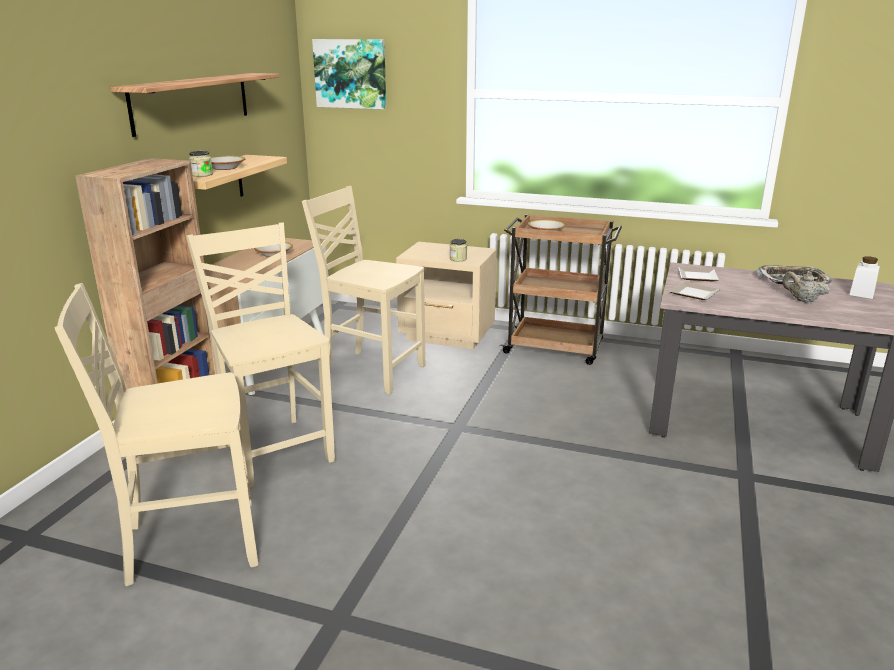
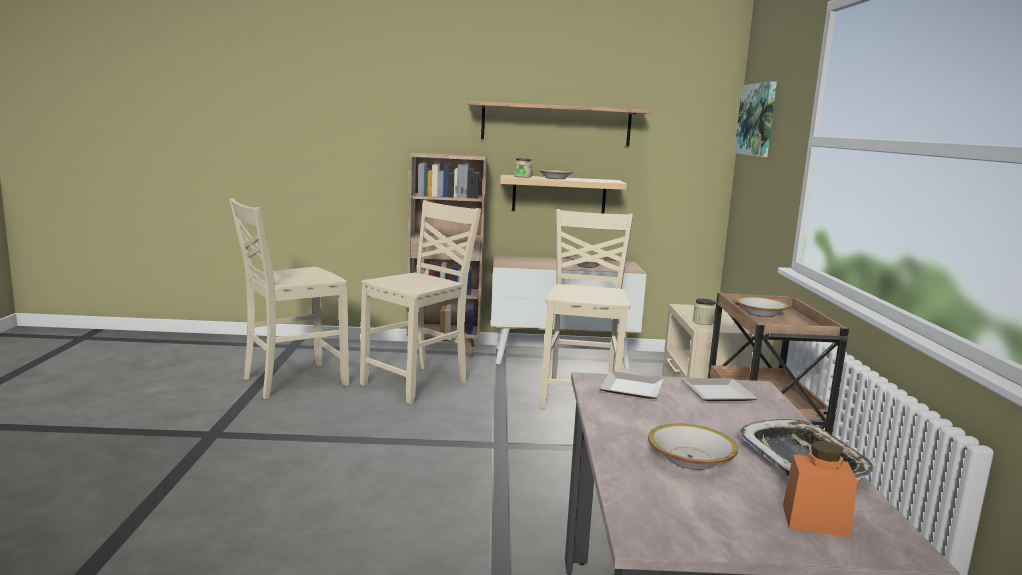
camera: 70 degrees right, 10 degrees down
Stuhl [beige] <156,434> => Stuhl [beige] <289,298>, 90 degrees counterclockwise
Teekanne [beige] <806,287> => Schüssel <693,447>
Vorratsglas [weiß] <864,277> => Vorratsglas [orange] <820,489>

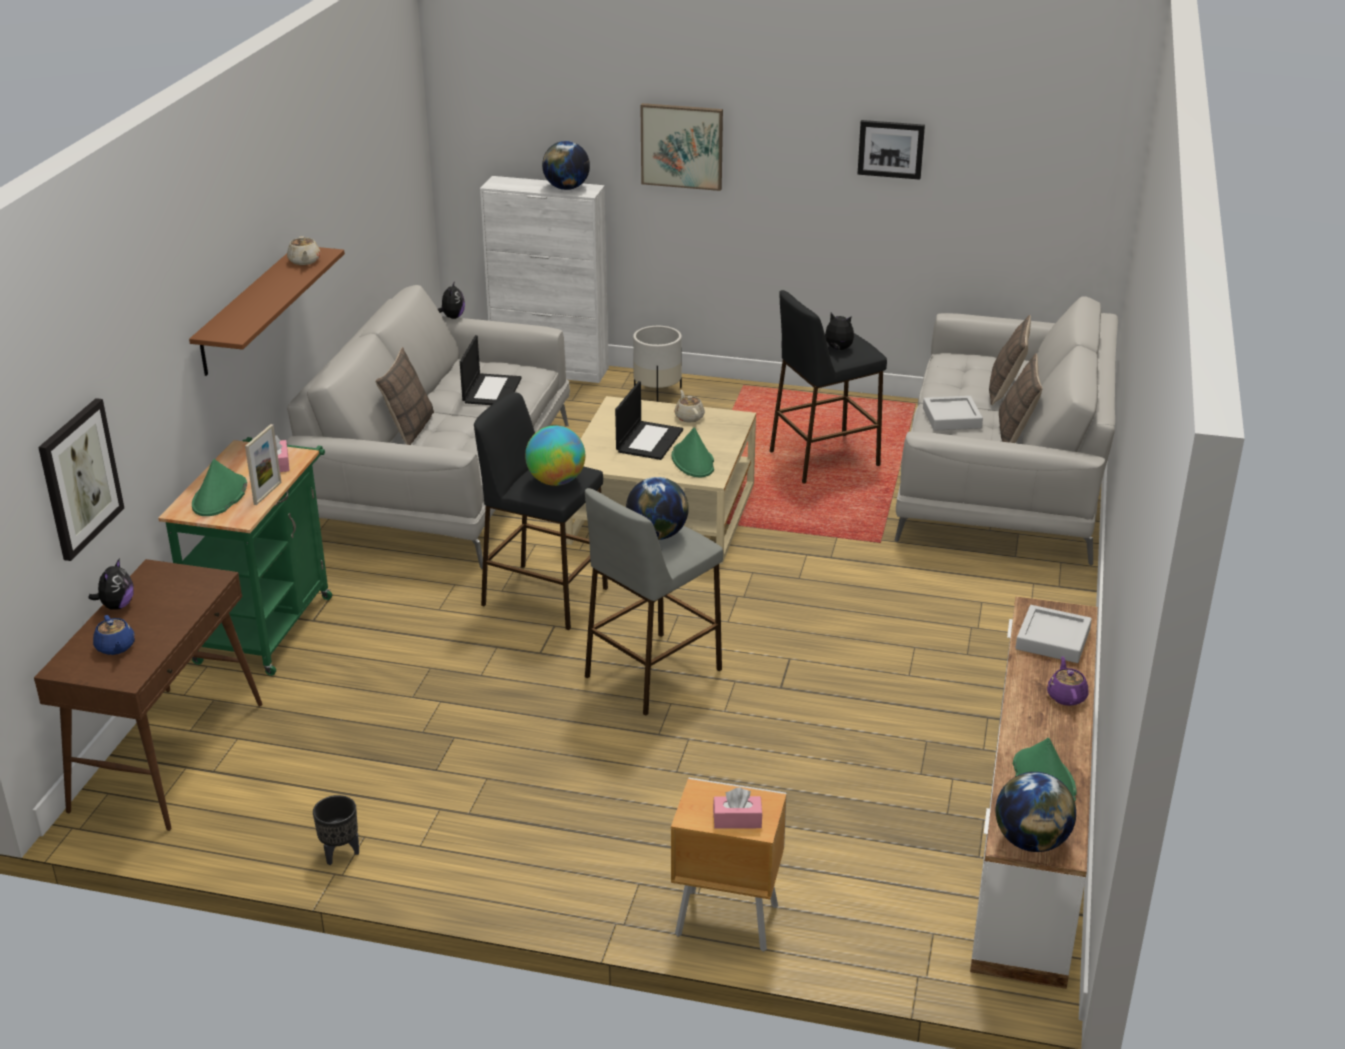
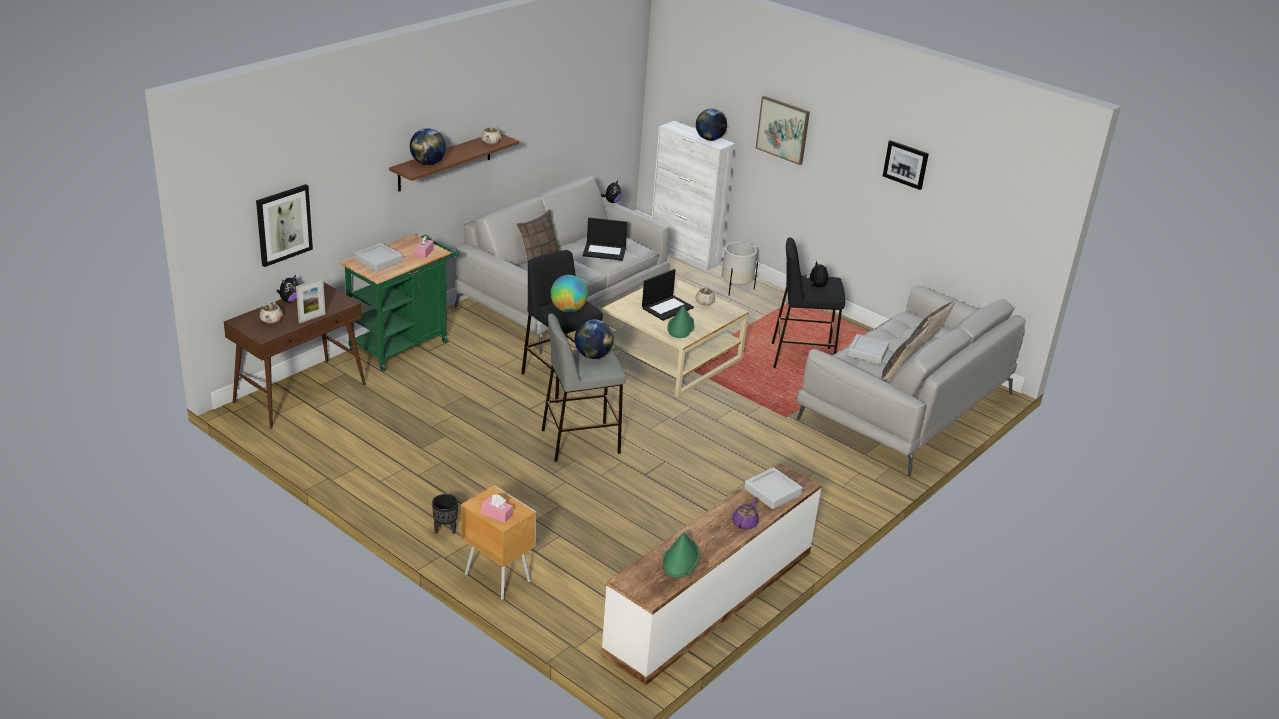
camera: 25 degrees right, 0 degrees up
Teekanne [blau] <114,635> => Teekanne [beige] <271,313>
Hut [grün] <219,487> => Tablett [grau] <378,257>
Bilderrahmen <263,464> => Bilderrahmen <311,300>, relocated
Pflanzkübel [schwarz] <336,830> => Pflanzkübel [schwarz] <445,514>, relocated
Laptop <491,370> => Laptop <605,239>, 60 degrees clockwise
Globus <1035,812> => Globus <428,146>, relocated

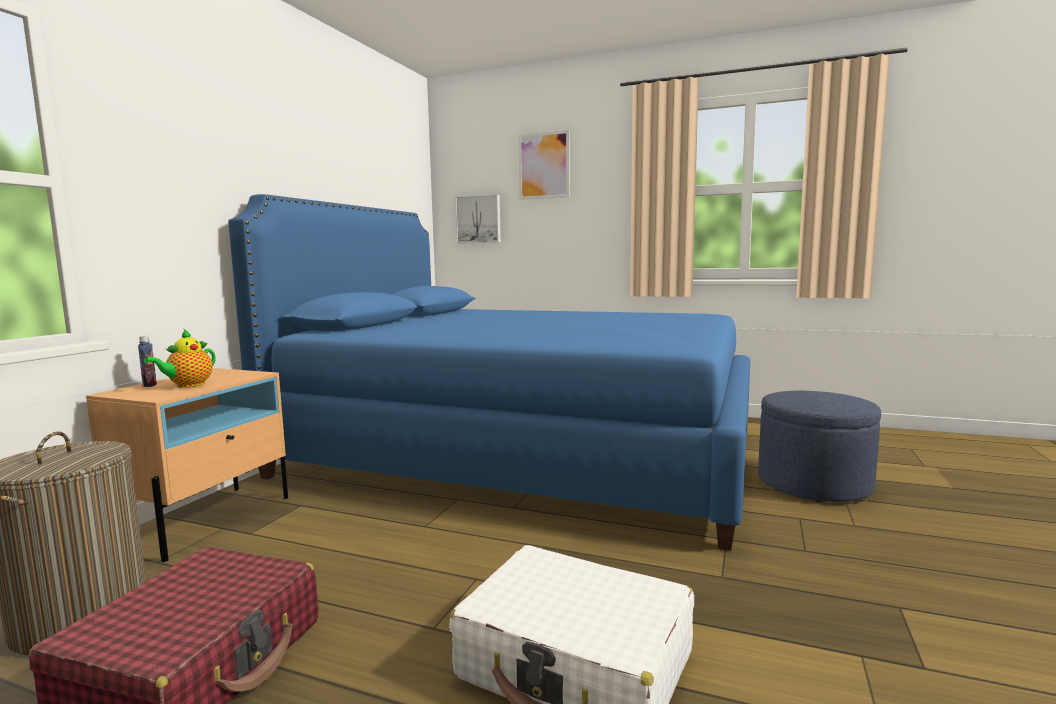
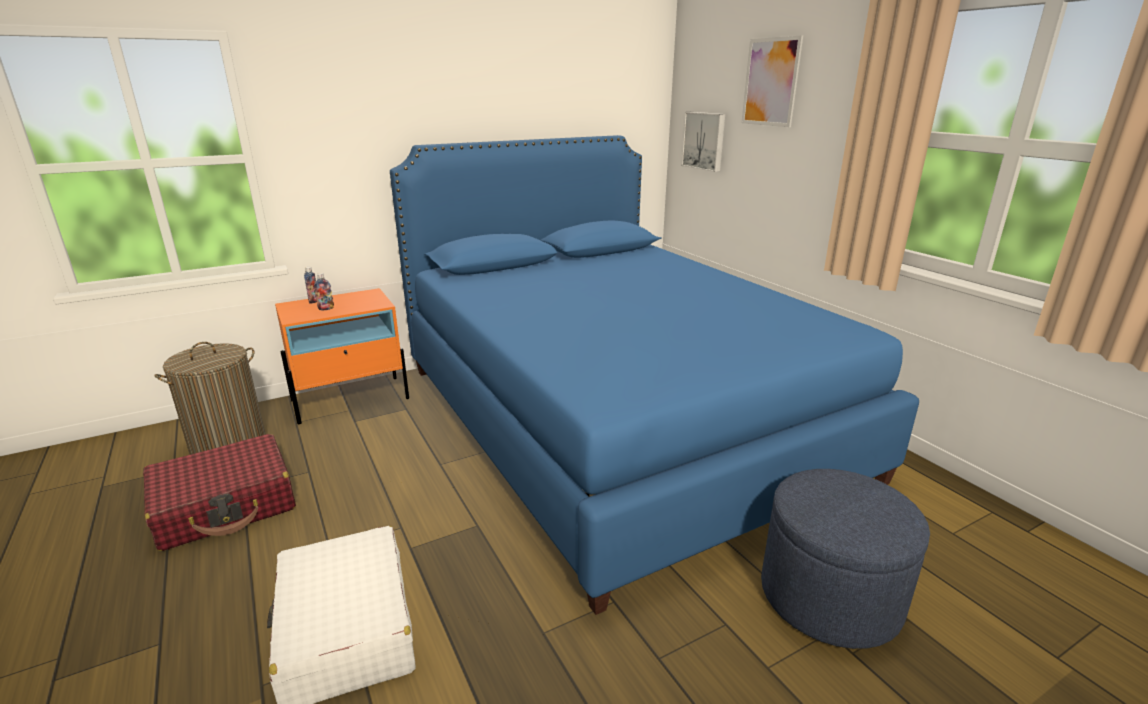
camera: 40 degrees right, 15 degrees up
Nachttisch [beige] <187,465> => Nachttisch [orange] <342,356>
Teekanne <180,358> => Flasche <324,291>

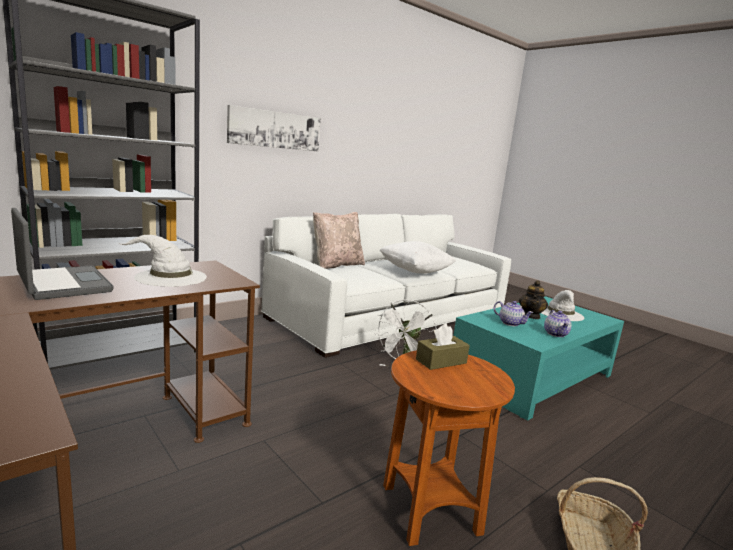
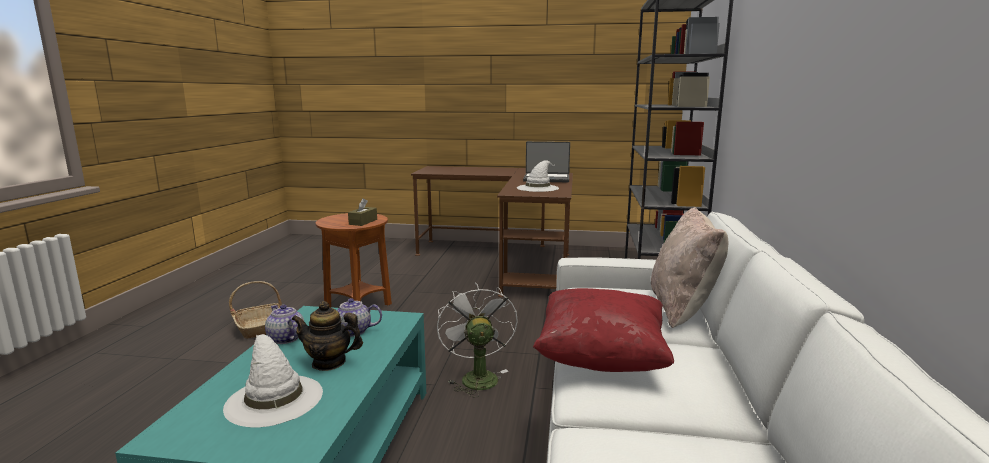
camera: 140 degrees right, 0 degrees up
Bild <274,128> => nothing
Kissen [weiß] <417,257> => Kissen [rot] <603,330>
Teekanne <533,299> => Teekanne <327,336>, 60 degrees counterclockwise

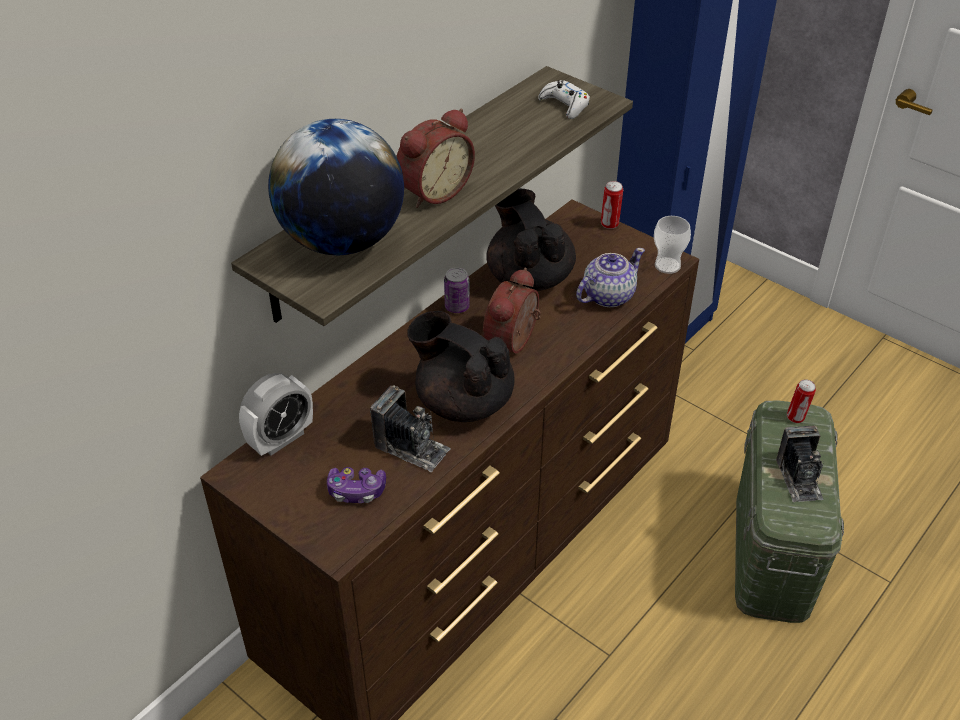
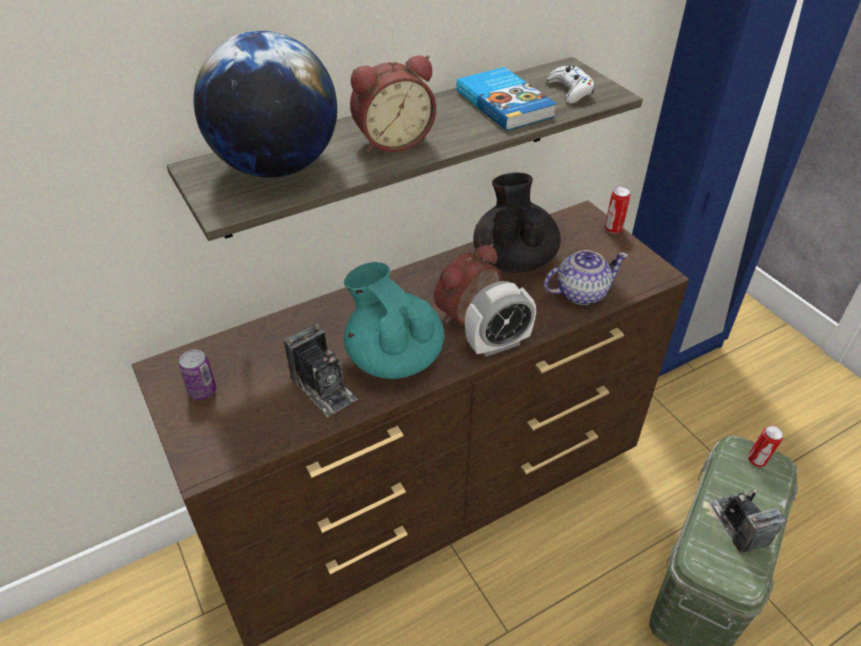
camera: 20 degrees right, 0 degrees up
Wecker <276,414> => Wecker <500,319>, relocated
Gamepad <356,485> => nothing
Teekanne [schwarz] <461,366> => Teekanne [türkis] <394,320>
Dose <457,290> => Dose <197,375>, relocated
Tasse <672,245> => nothing
Kamera <800,464> => Kamera <747,519>, 150 degrees clockwise
nothing => Buch <506,99>

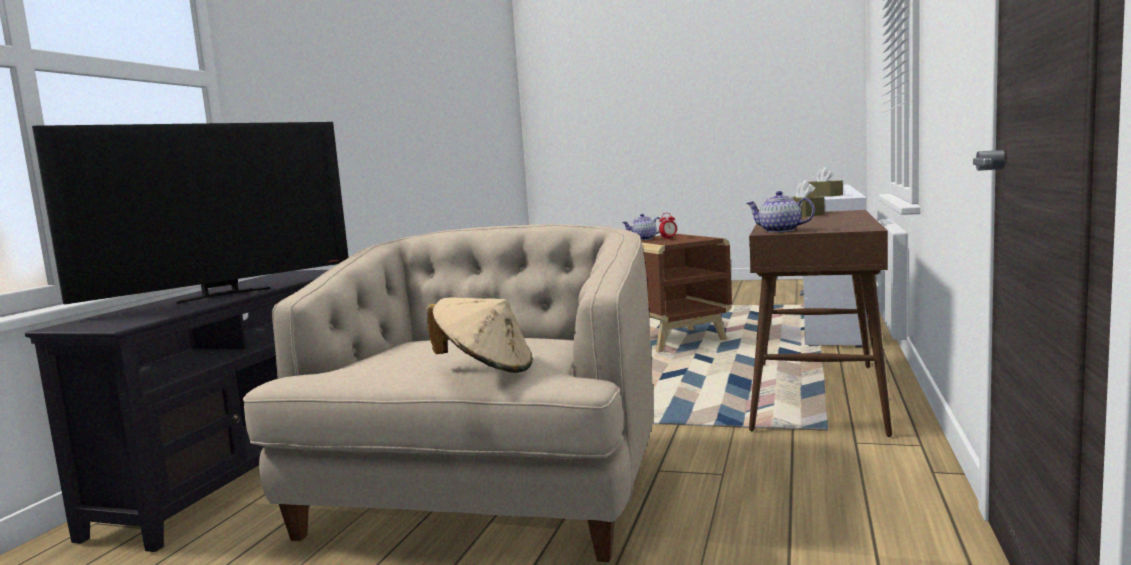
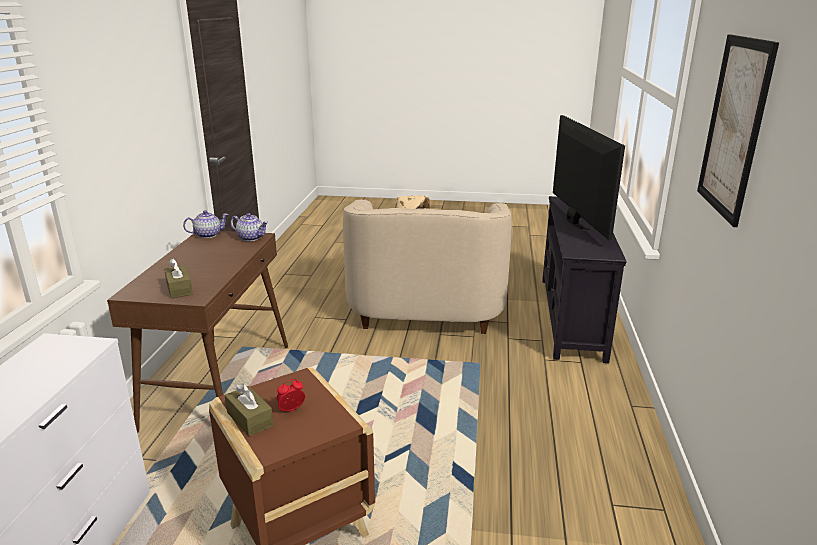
camera: 170 degrees right, 15 degrees up
Fernseher <190,213> => Fernseher <589,177>, 135 degrees clockwise
Teekanne <642,227> => Teekanne <205,224>, relocated
Taschentuchbox [braun] <825,182> => Taschentuchbox [braun] <249,410>, relocated
nothing => Bild <738,131>

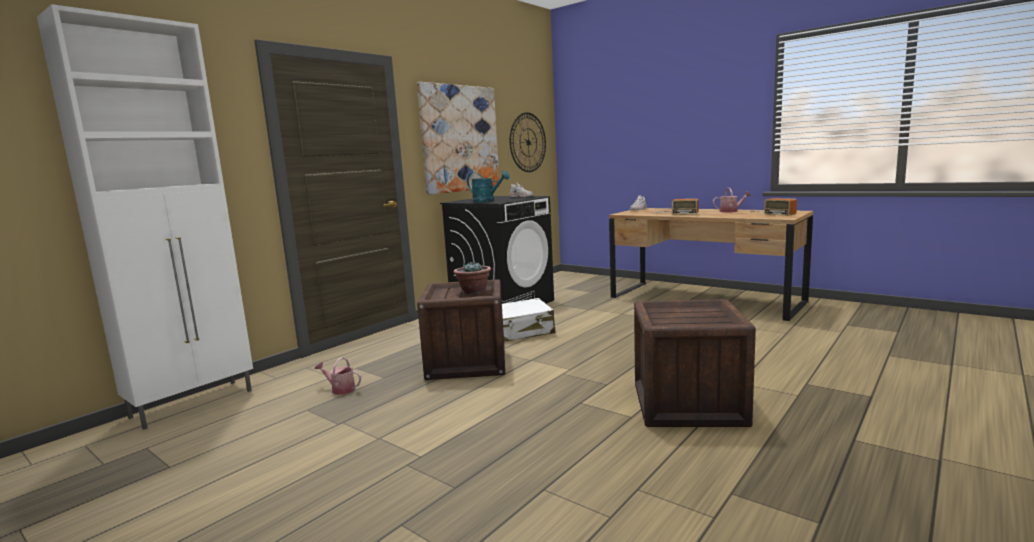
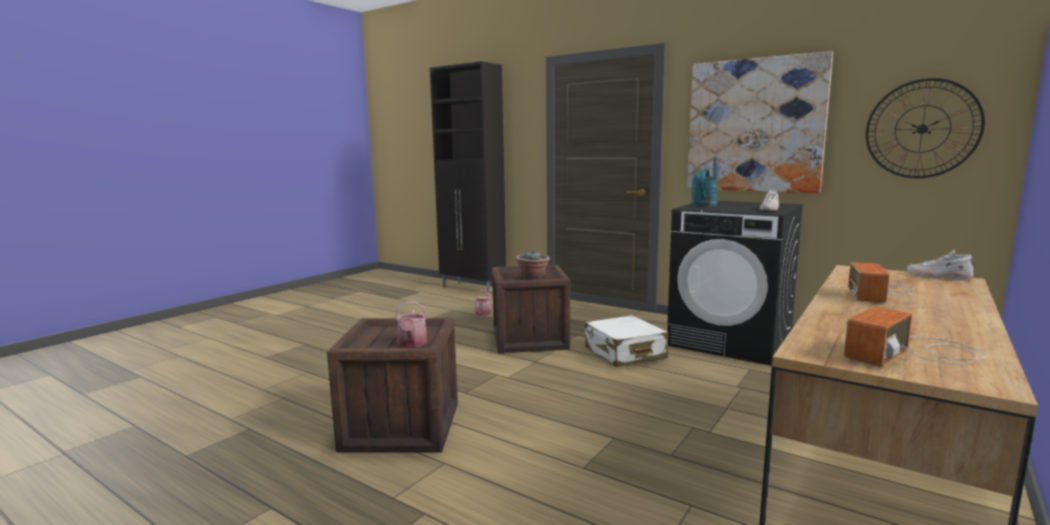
camera: 85 degrees right, 0 degrees up
Schrank [weiß] <145,217> => Schrank [schwarz] <468,175>
Gießkanne <732,200> => Gießkanne <411,324>, relocated

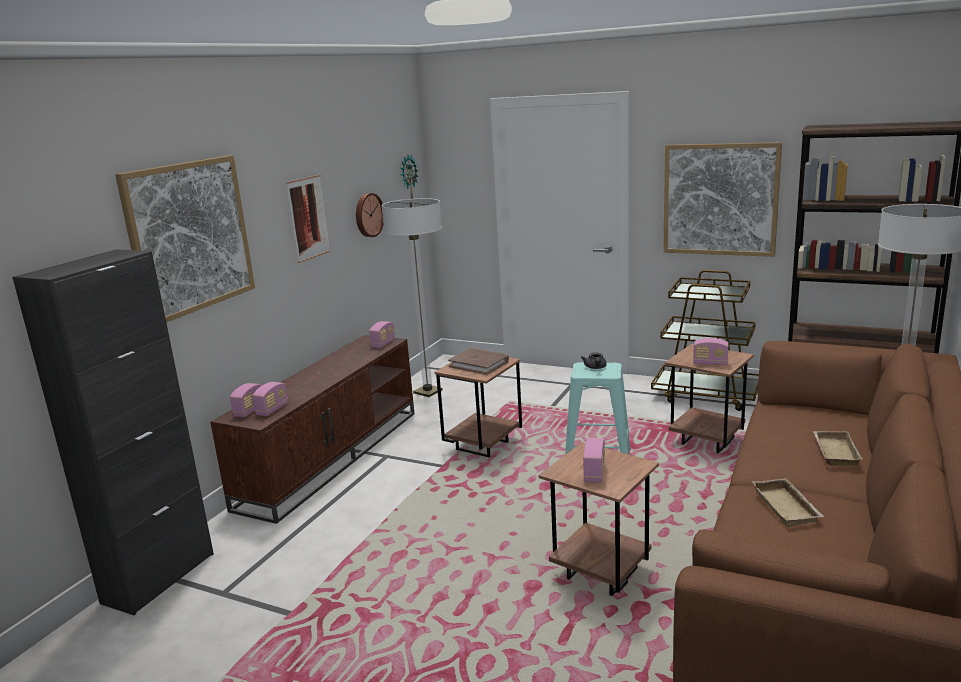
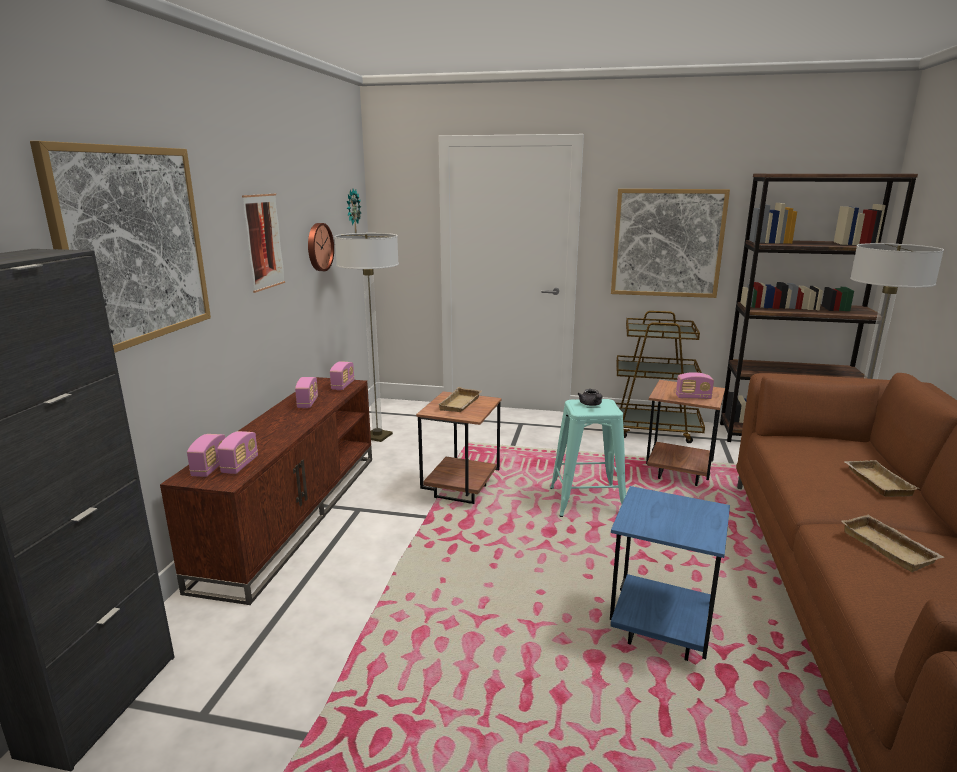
camera: 15 degrees left, 0 degrees up
Buch [braun] <478,361> => Tablett [beige] <459,399>
Beistelltisch [braun] <599,519> => Beistelltisch [blau] <670,573>
Radio <594,460> => Radio <306,392>, relocated

